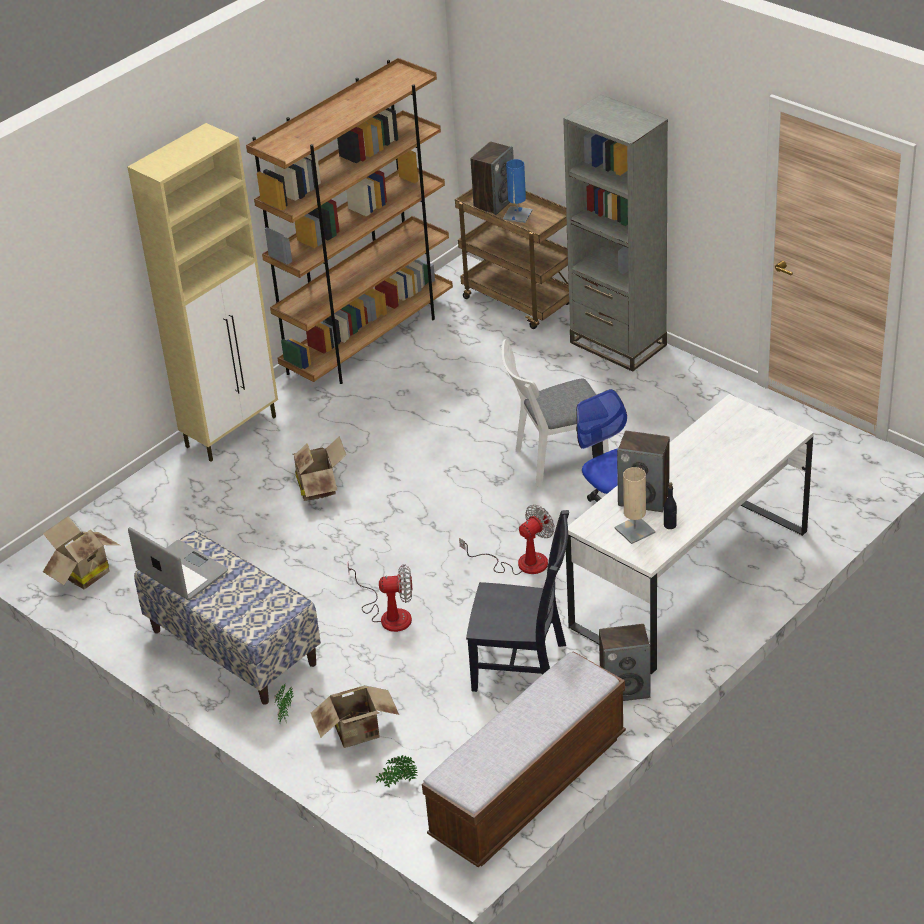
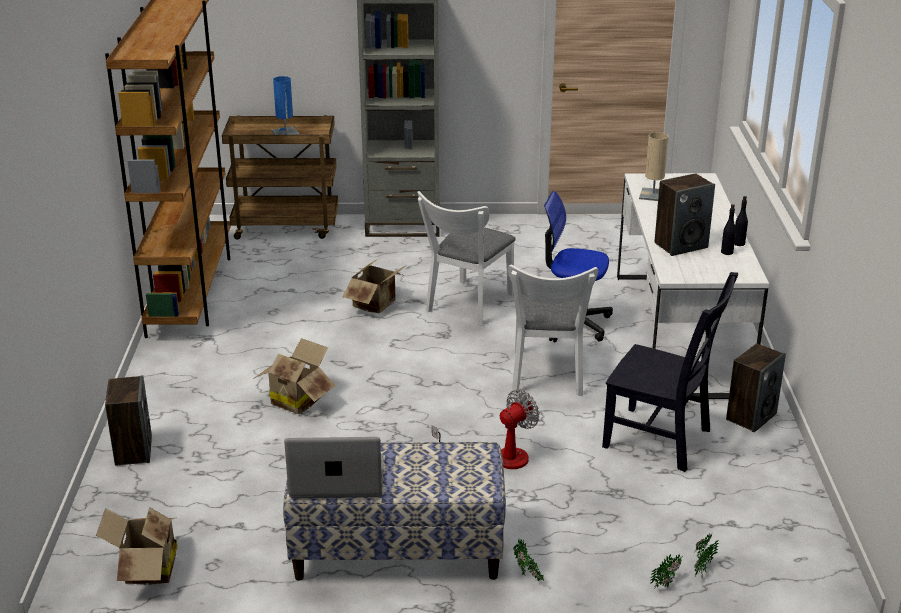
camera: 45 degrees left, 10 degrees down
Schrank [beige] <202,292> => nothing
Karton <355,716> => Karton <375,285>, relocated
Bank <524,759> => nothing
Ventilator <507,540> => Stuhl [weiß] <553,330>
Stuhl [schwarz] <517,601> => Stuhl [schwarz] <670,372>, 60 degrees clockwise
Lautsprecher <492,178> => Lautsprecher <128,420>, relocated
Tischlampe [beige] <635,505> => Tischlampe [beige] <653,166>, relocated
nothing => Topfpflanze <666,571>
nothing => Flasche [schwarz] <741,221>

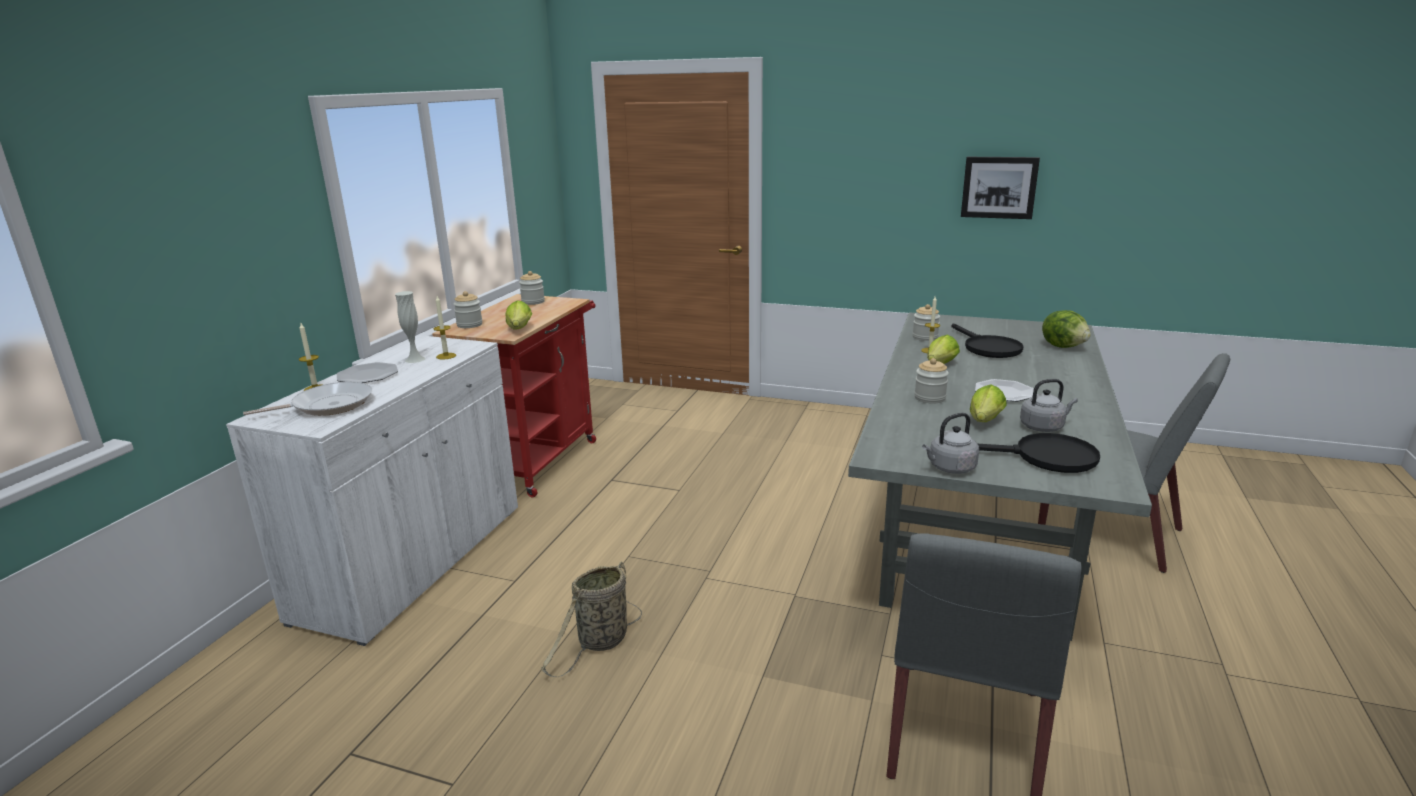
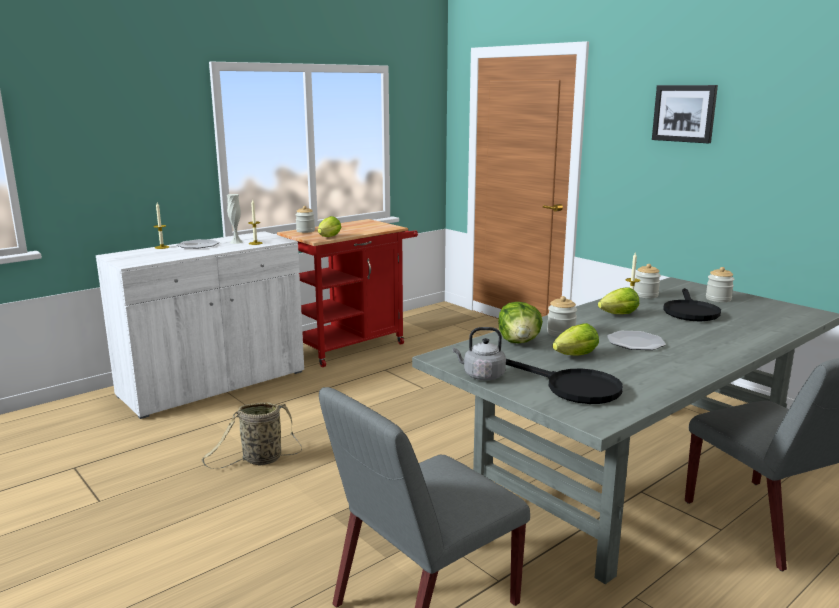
camera: 30 degrees right, 5 degrees down
Pfanne <307,399> => nothing
Vorratsglas <532,288> => Vorratsglas <720,284>, relocated
Bild <1000,188> => Bild <685,114>, relocated
Wasserkessel [grau] <1049,405> => nothing
Salatkopf <1066,329> => Salatkopf <520,323>, relocated

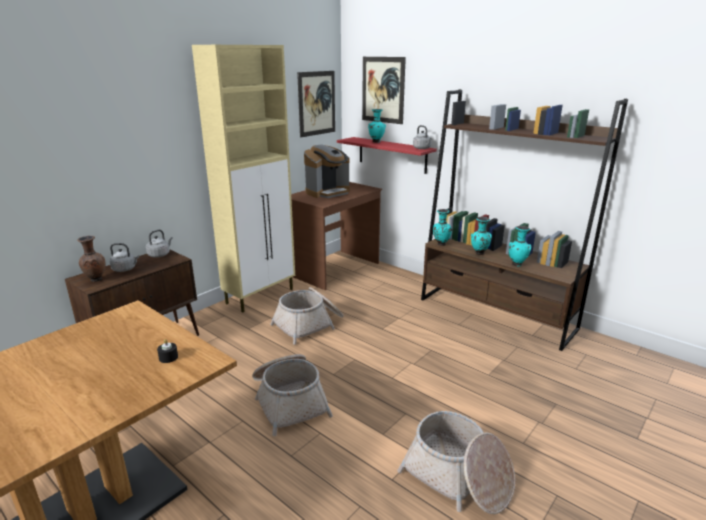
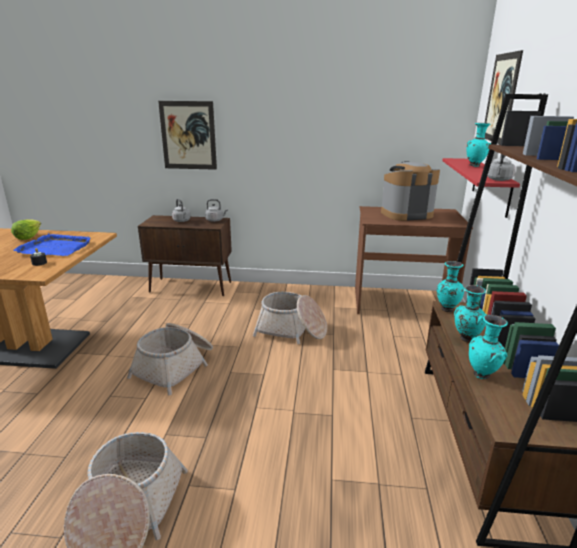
camera: 55 degrees right, 0 degrees up
Vase [braun] <91,259> => nothing
Schrank [beige] <243,178> => nothing
Bild <316,104> => Bild <187,135>, relocated
Kaffeemaschine <327,171> => Kaffeemaschine <410,191>, 150 degrees clockwise
nothing => Salatkopf <26,229>
nothing => Tablett [blau] <52,244>

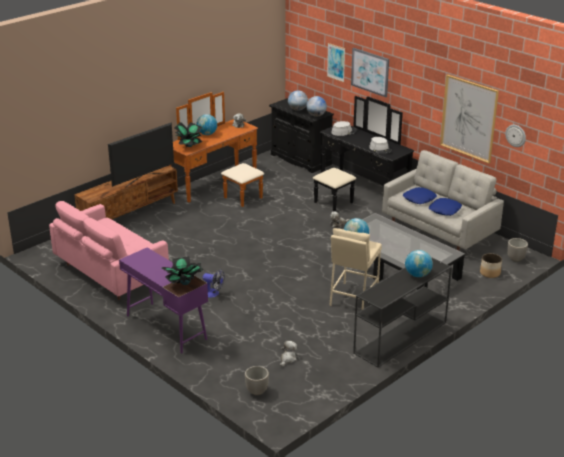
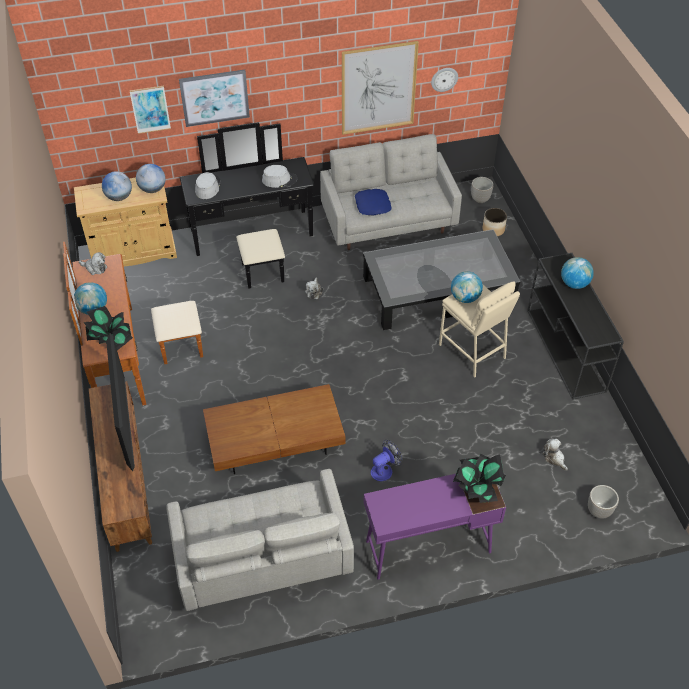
camera: 60 degrees left, 20 degrees up
Sofa [rosa] <109,250> => Sofa [grau] <260,540>
Schrank [schwarz] <301,135> => Schrank [beige] <125,222>
Kissen [blau] <445,207> => nothing
nothing => Couchtisch [braun] <274,429>

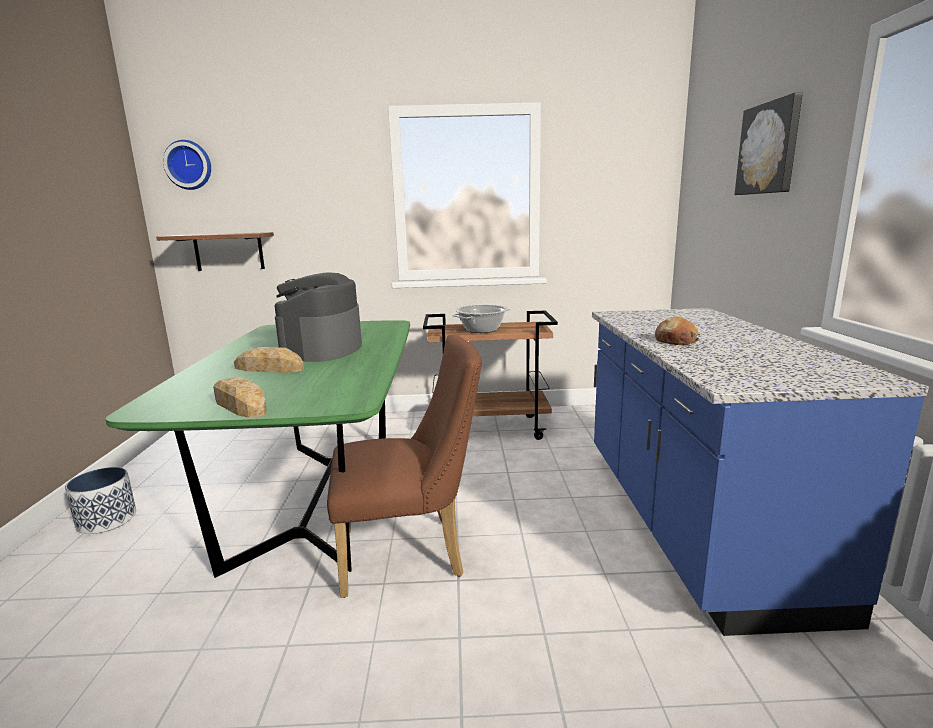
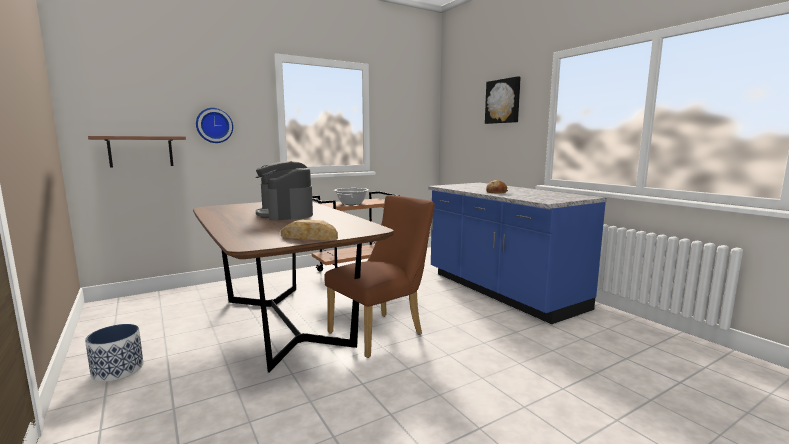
camera: 30 degrees left, 5 degrees down
Esstisch [grün] <257,449> => Esstisch [braun] <293,287>
Wanduhr <187,165> => Wanduhr <214,125>, relocated
Brot <269,360> => nothing

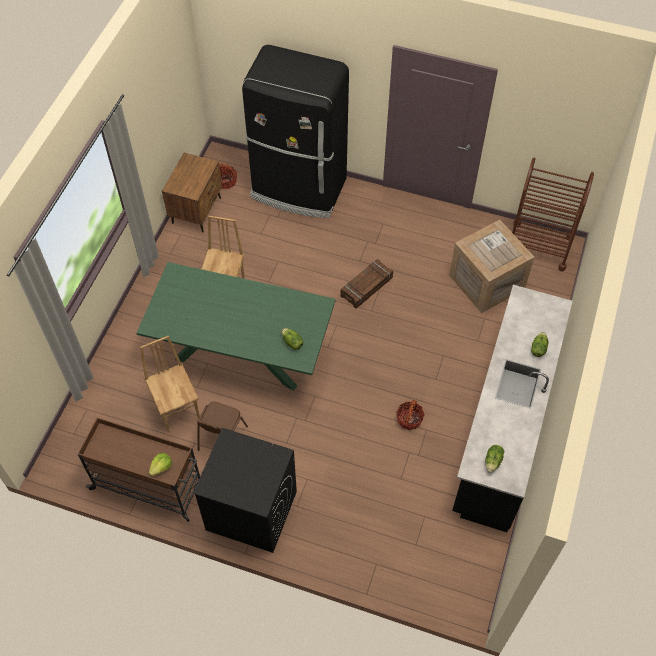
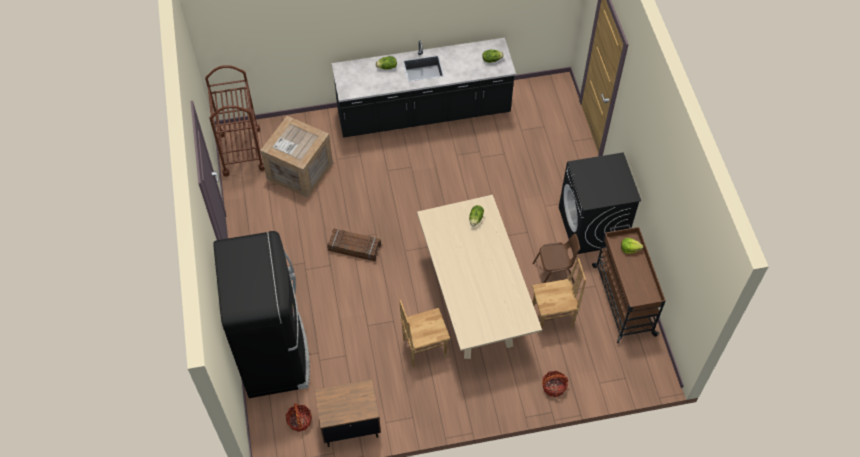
camera: 120 degrees left, 0 degrees up
Esstisch [grün] <236,326> => Esstisch [beige] <479,277>
Stuhl [braun] <170,384> => Stuhl [braun] <559,295>, 135 degrees counterclockwise
Korb <410,415> => Korb <555,384>, relocated

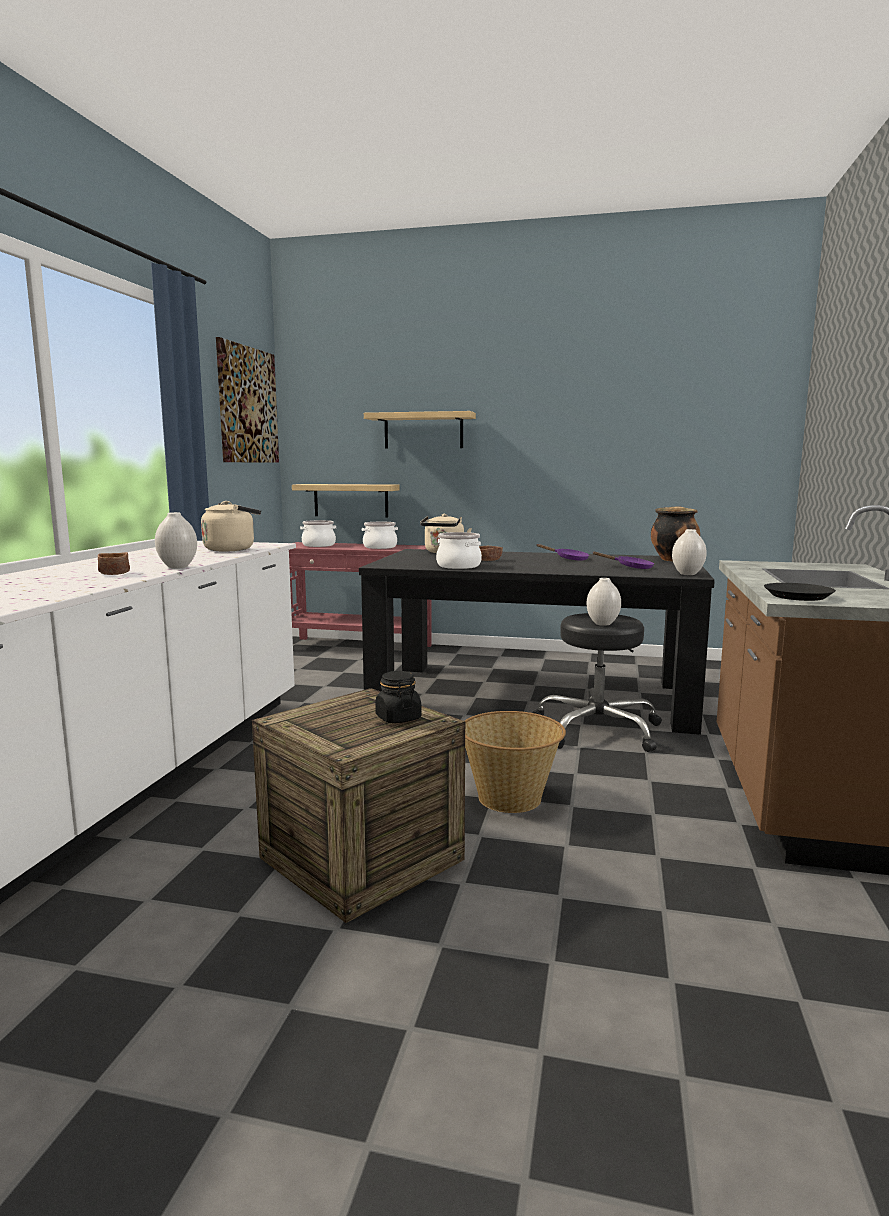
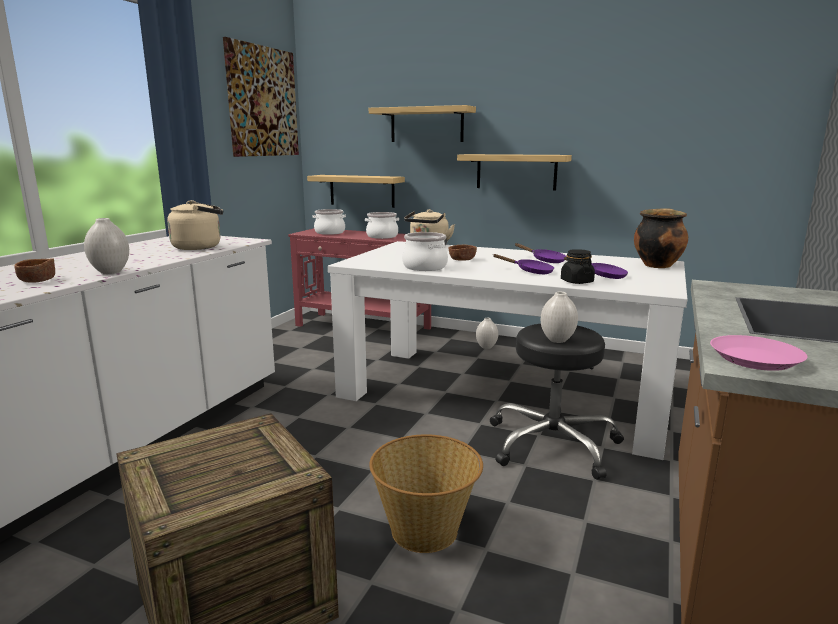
camera: 10 degrees right, 5 degrees up
Esstisch [schwarz] <537,642> => Esstisch [weiß] <507,350>
Vorratsglas [schwarz] <398,697> => Vorratsglas [schwarz] <578,266>, relocated
Vase [weiß] <689,552> => Vase [weiß] <487,333>, relocated
Teller [schwarz] <800,592> => Teller [rosa] <758,353>
nothing => Wandregal <514,172>
nothing => Pfanne [lila] <523,264>

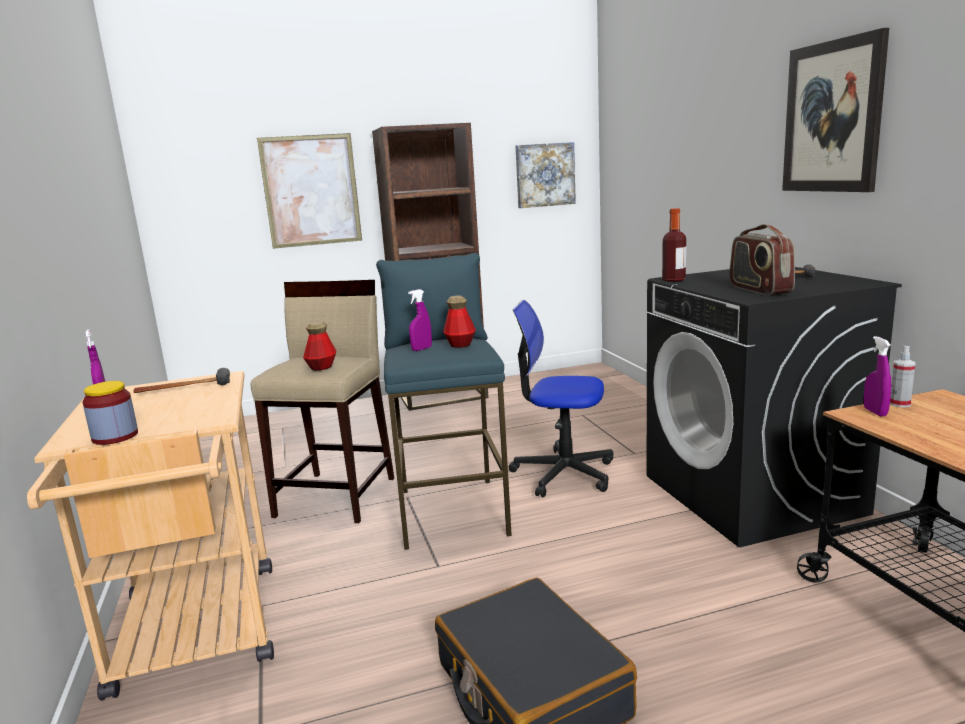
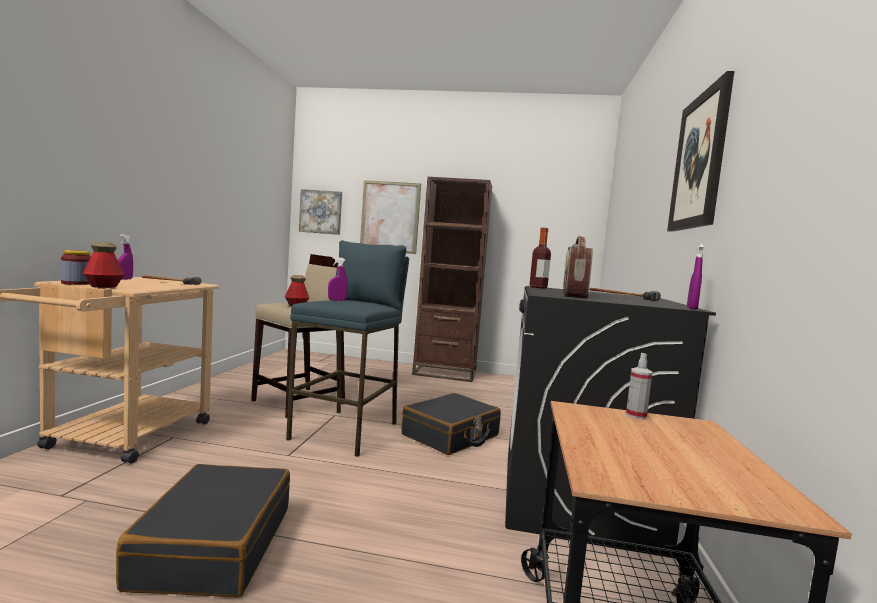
camera: 25 degrees right, 10 degrees down
Flasche <459,322> => Flasche <103,265>, relocated
Bürostuhl <561,399> => Koffer [schwarz] <451,424>
Bild <545,175> => Bild <320,212>, relocated
Sprühflasche [lila] <877,376> => Sprühflasche [lila] <695,277>, relocated

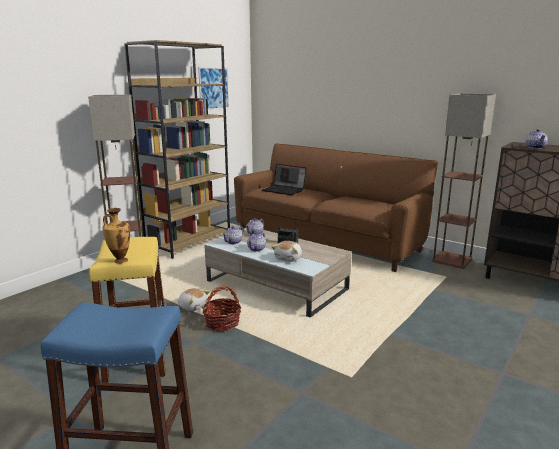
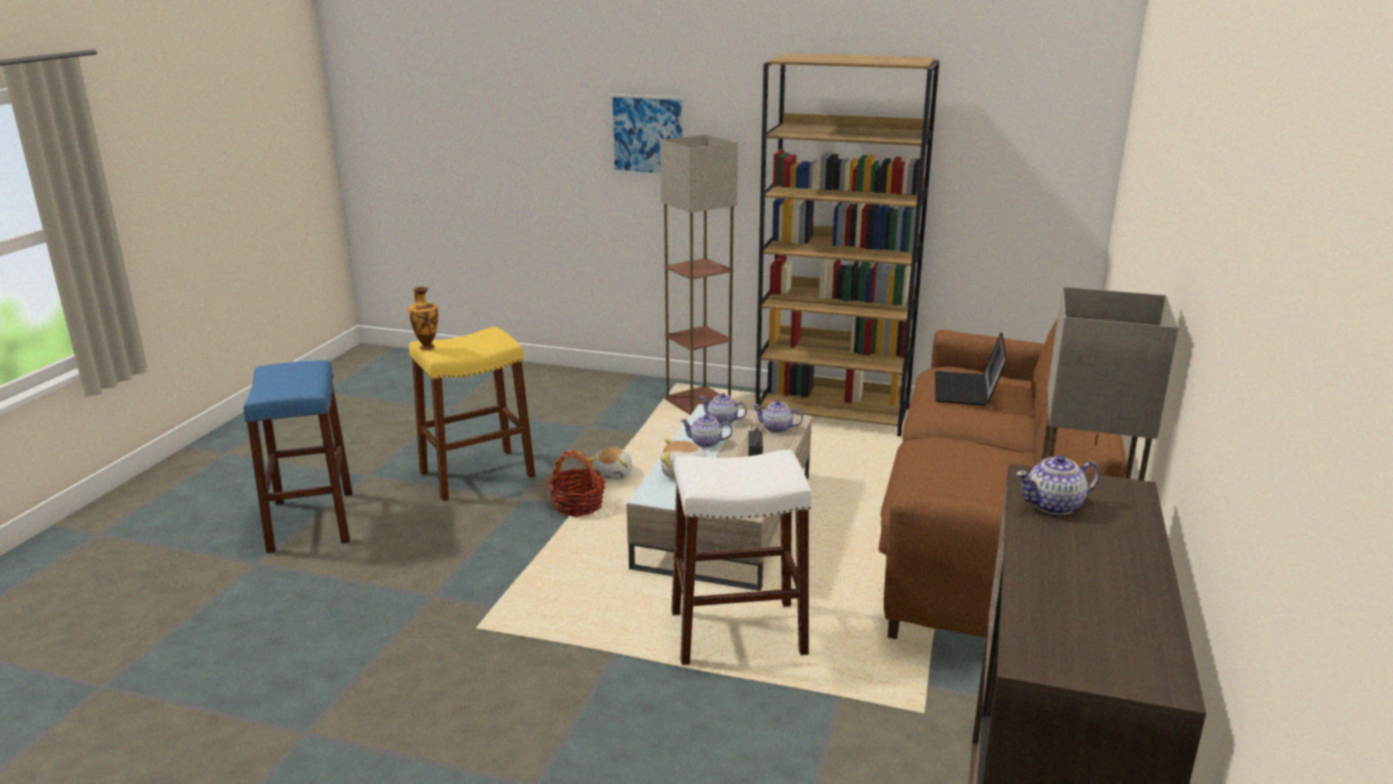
camera: 70 degrees right, 5 degrees up
Bild <213,88> => Bild <647,135>, relocated
nothing => Hocker [weiß] <742,557>

